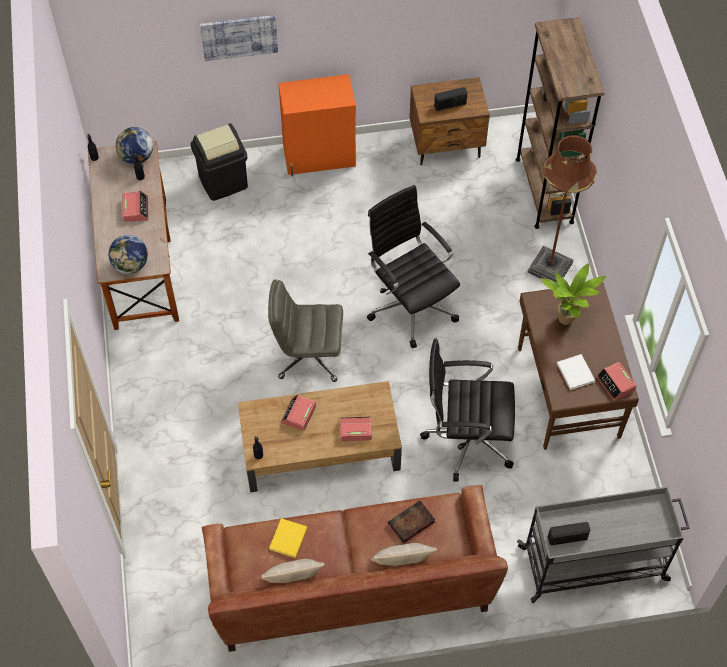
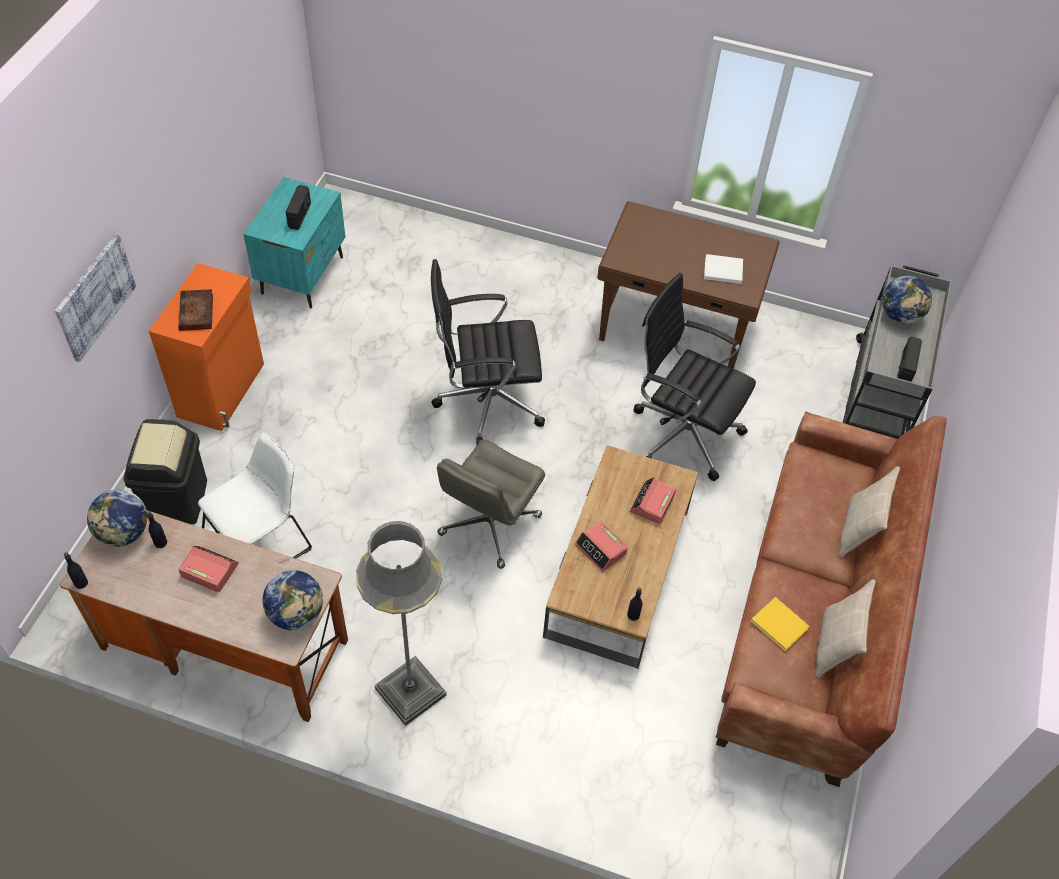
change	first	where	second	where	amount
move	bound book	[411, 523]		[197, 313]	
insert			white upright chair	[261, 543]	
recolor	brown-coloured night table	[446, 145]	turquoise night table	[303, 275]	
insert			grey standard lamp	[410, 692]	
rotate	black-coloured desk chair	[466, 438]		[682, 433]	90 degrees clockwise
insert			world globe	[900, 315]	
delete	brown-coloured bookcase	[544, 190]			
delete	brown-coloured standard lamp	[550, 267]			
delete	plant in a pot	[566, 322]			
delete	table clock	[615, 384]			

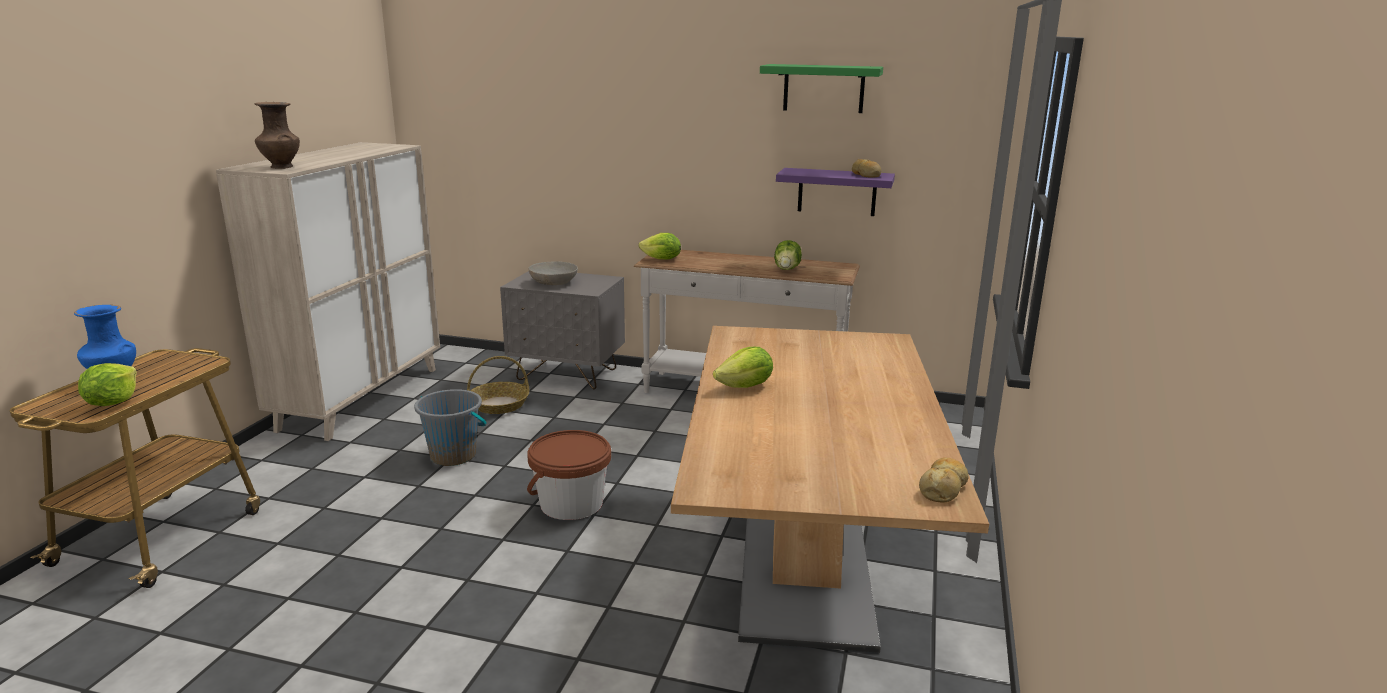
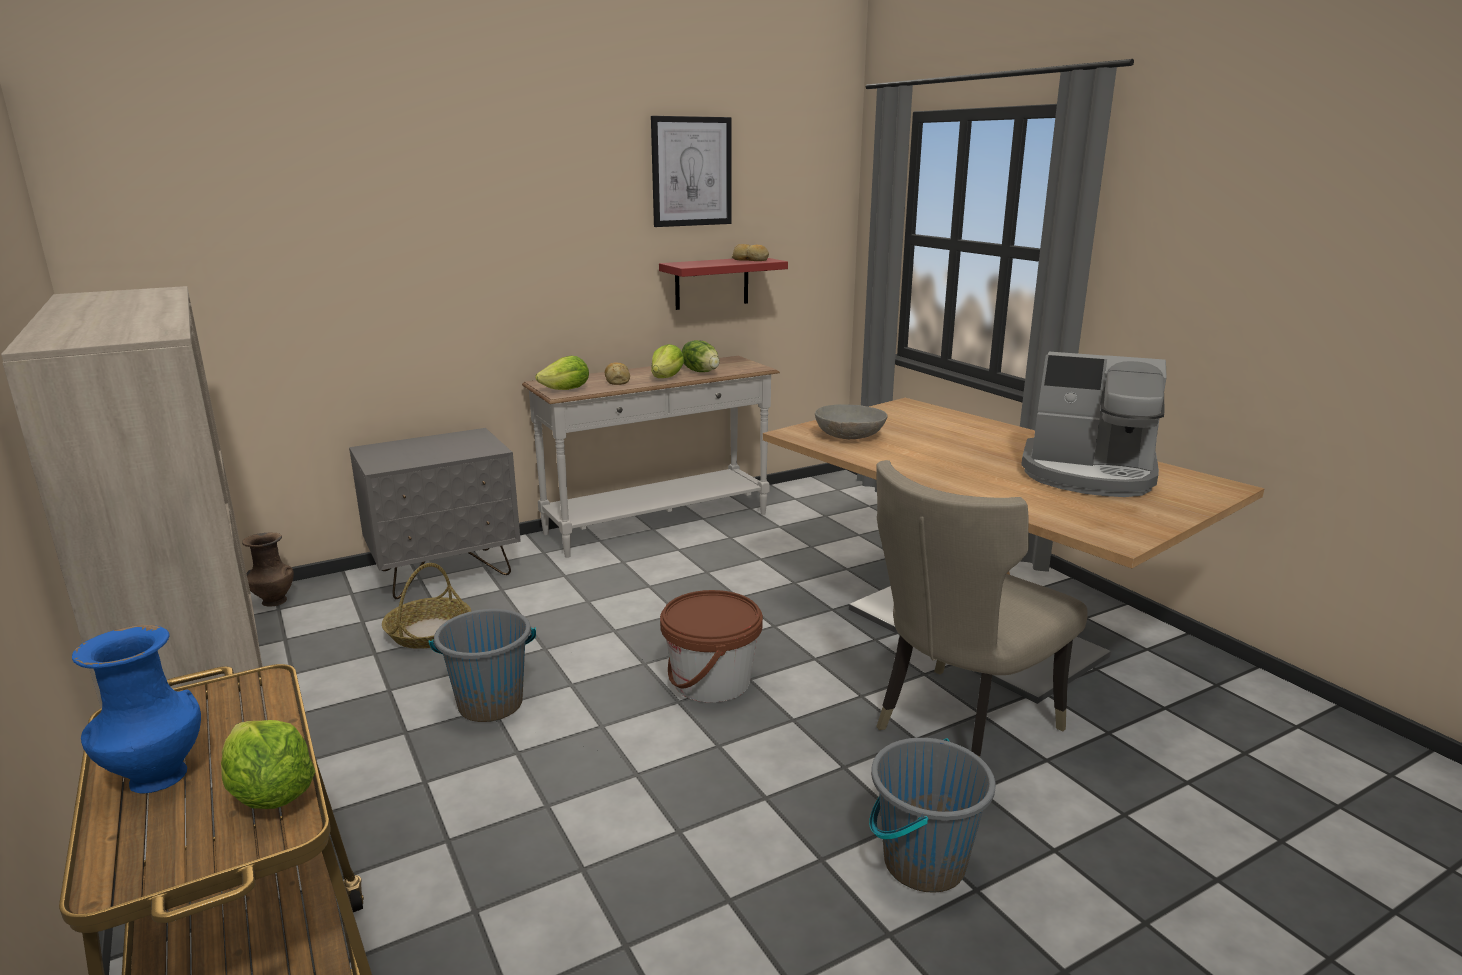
change	first	where	second	where	amount
move	brown-coloured flower vase	[281, 167]		[273, 601]	
move	baked bread	[943, 488]		[617, 380]	
replace	greenish wall shelf	[823, 88]	wall picture	[691, 171]	
move	head of lettuce	[745, 387]		[667, 377]	
recolor	purple wall shelf	[837, 192]	reddish wall shelf	[712, 283]	
move	grey serving bowl	[554, 283]		[850, 435]	
insert			grey bucket	[923, 863]	
insert			beige-coloured upright chair	[958, 727]	
insert			coffee maker	[1089, 474]	

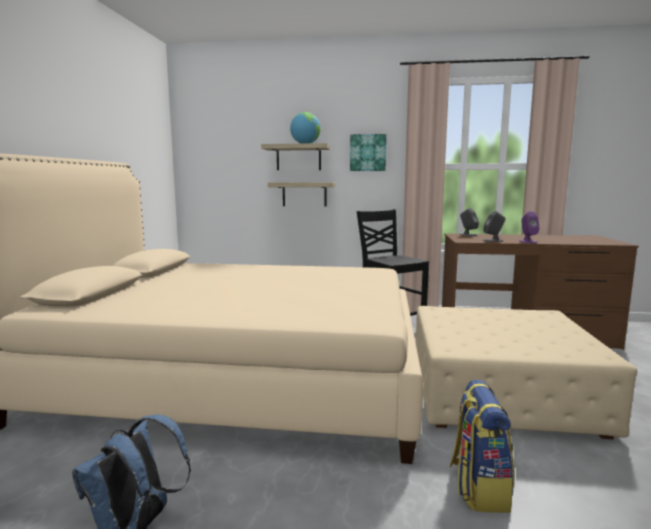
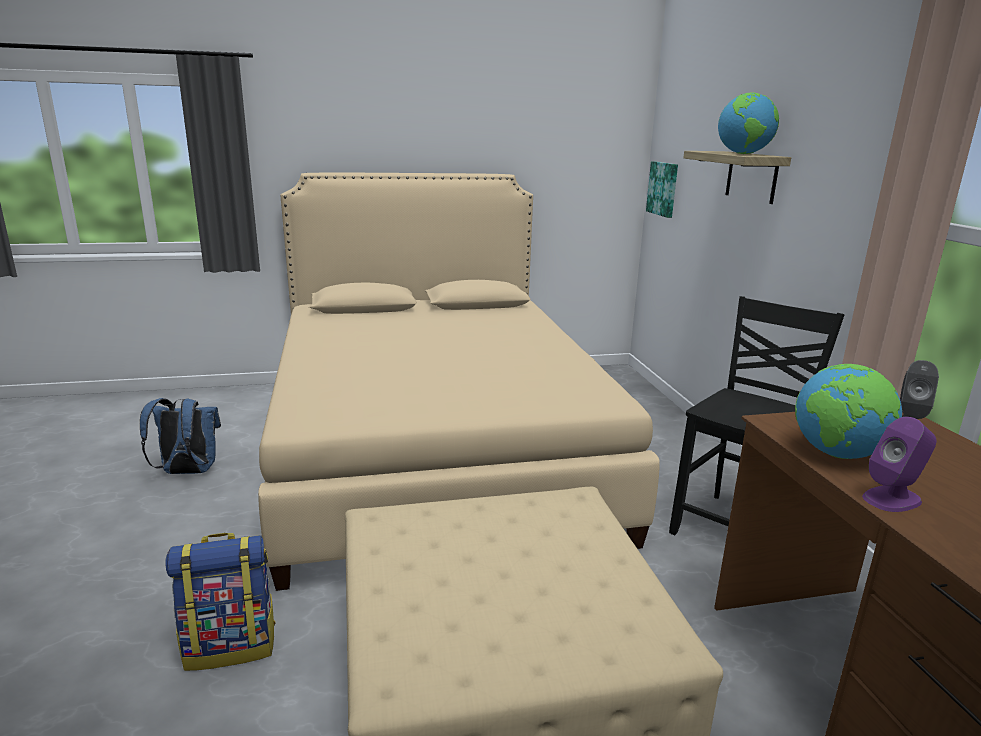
change	first	where	second	where	amount
move	wall picture	[368, 152]		[663, 188]	
replace	grey loudspeaker	[493, 240]	world globe	[837, 454]	
delete	wall shelf	[304, 194]			

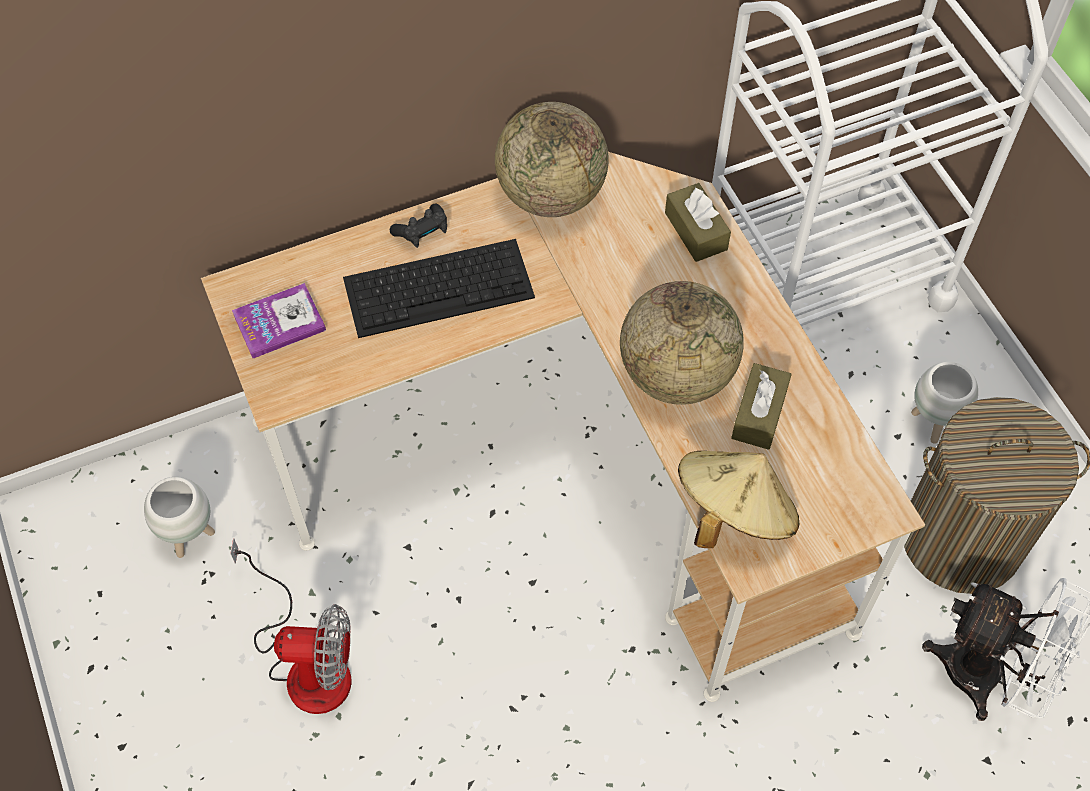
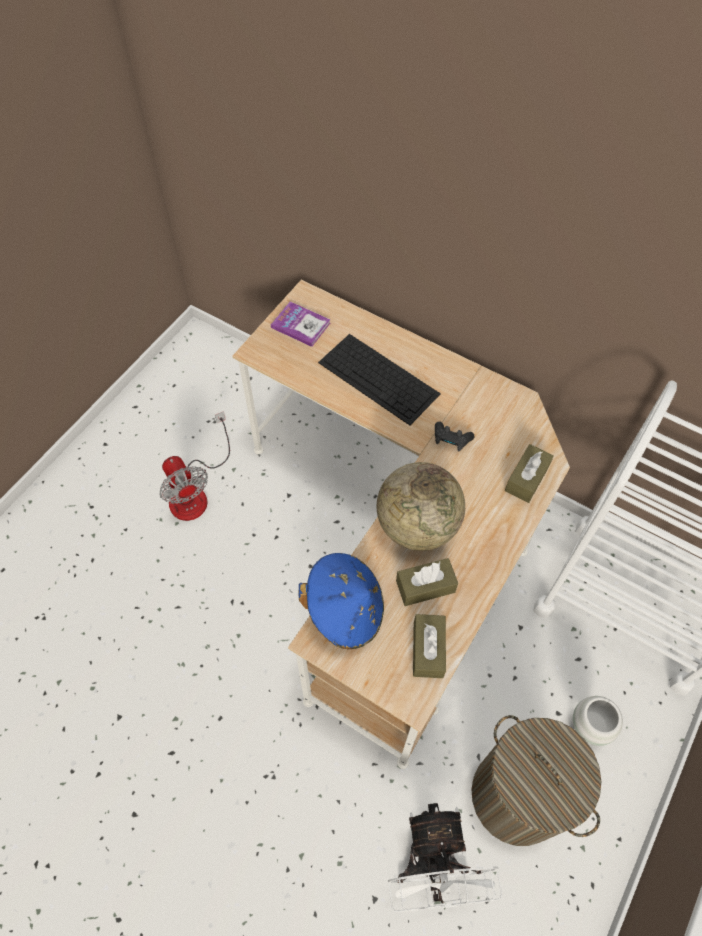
change	first	where	second	where	amount
recolor	beige-coloured clothing hat	[732, 513]	bluish clothing hat	[345, 610]	
insert			brown-coloured tissue box	[428, 649]	
move	black-coloured game controller	[422, 232]		[451, 440]	
delete	white planter	[190, 537]			
delete	world globe	[551, 195]			

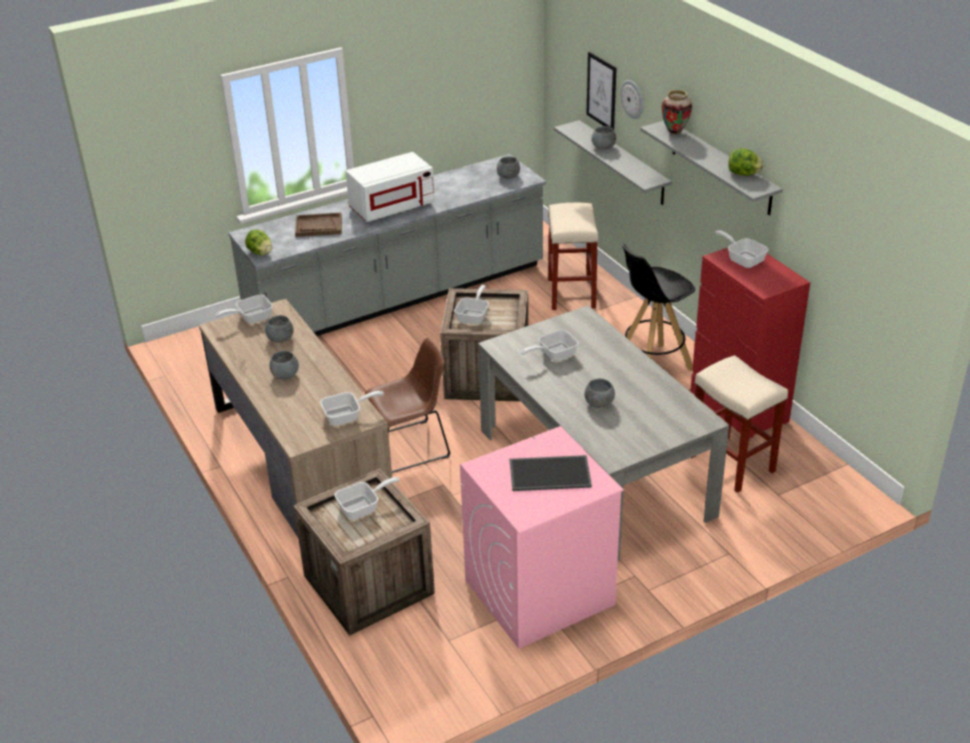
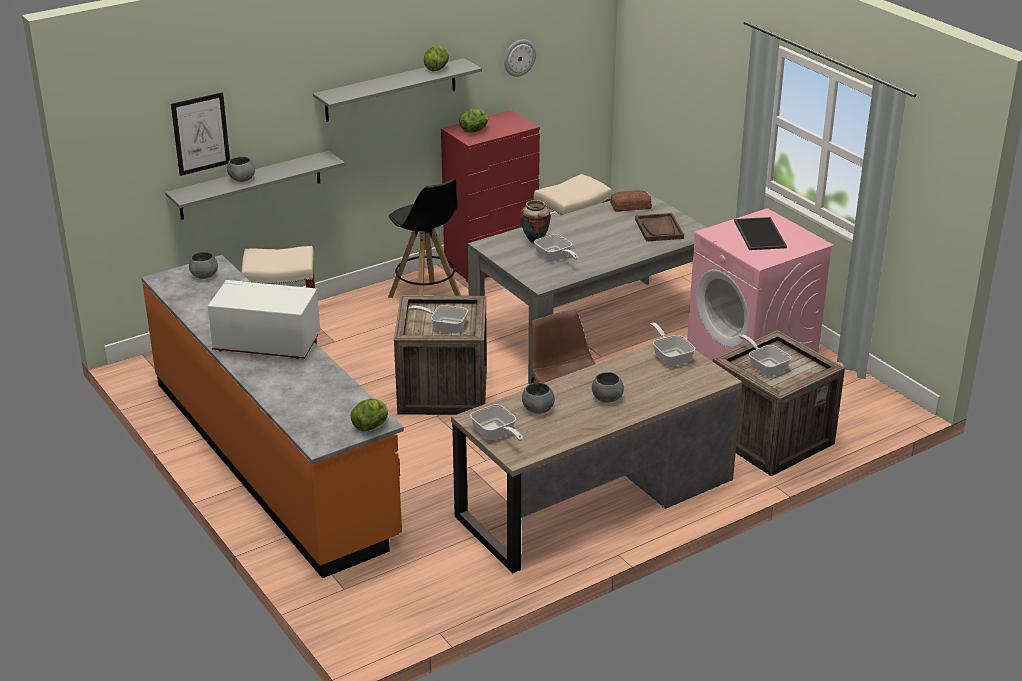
change	first	where	second	where	amount
recolor	grey kitchen counter	[398, 297]	orange-coloured kitchen counter	[273, 458]	
rotate	white microwave	[392, 207]		[266, 344]	45 degrees counterclockwise
replace	frying pan	[743, 259]	head of lettuce	[474, 131]	
move	hanging clock	[633, 99]		[519, 57]	
move	flower vase	[674, 132]		[535, 241]	
insert			baked bread	[630, 206]	
move	brown-coloured carrying tray	[318, 226]		[659, 229]	
delete	grey serving bowl	[599, 403]			

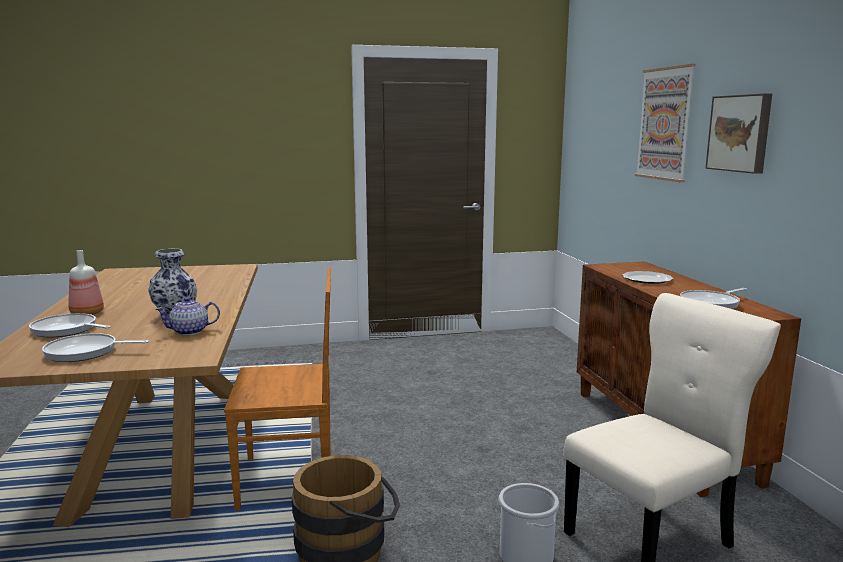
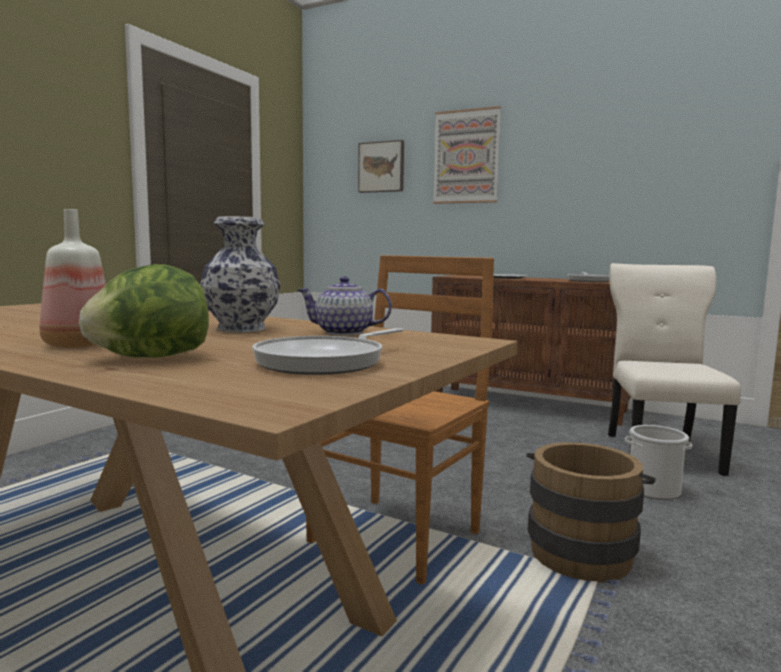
change	first	where	second	where	amount
replace	frying pan	[67, 330]	head of lettuce	[151, 357]	
rotate	tea pot	[190, 331]		[344, 332]	75 degrees clockwise
move	wall picture	[740, 133]		[382, 167]	

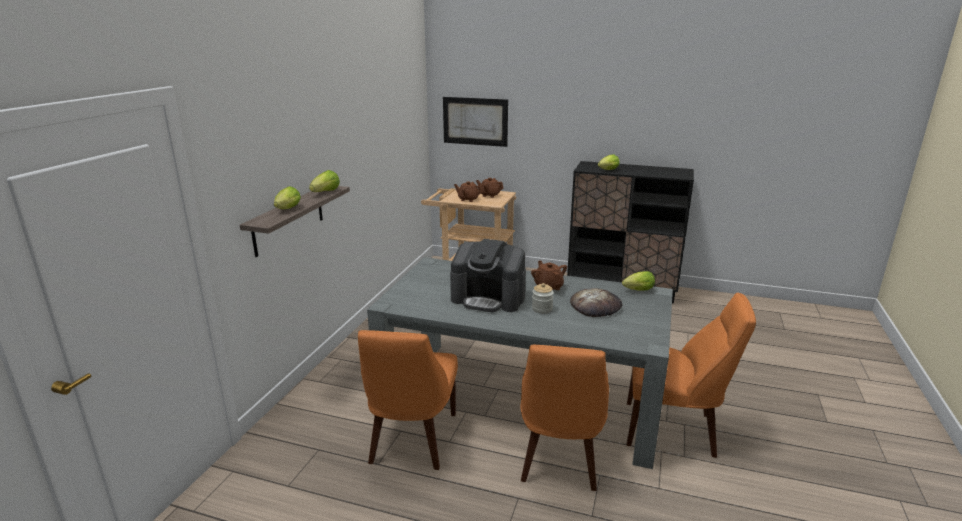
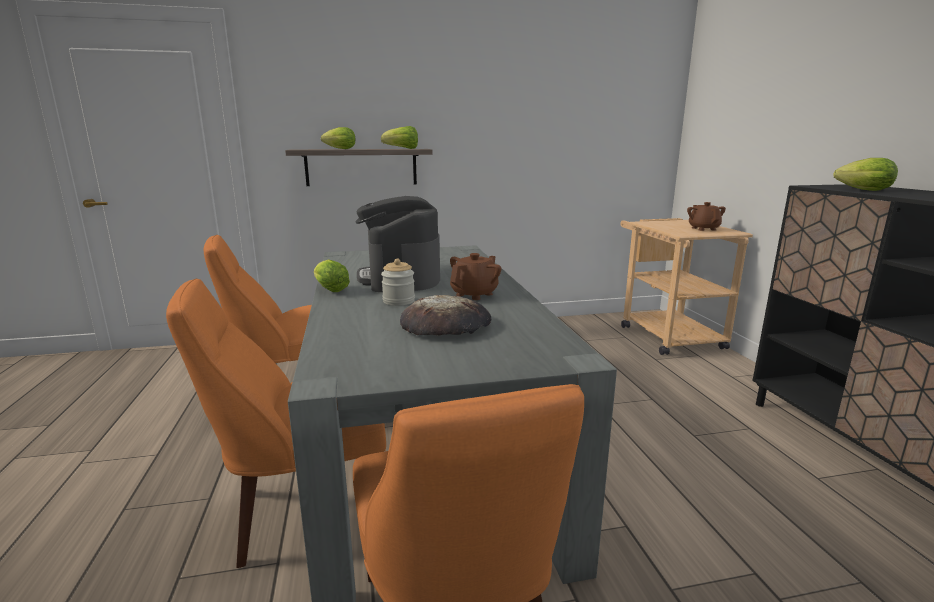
change	first	where	second	where	amount
move	head of lettuce	[637, 290]		[329, 289]	
delete	wall picture	[475, 121]			
delete	brown-coloured tea pot	[468, 199]			

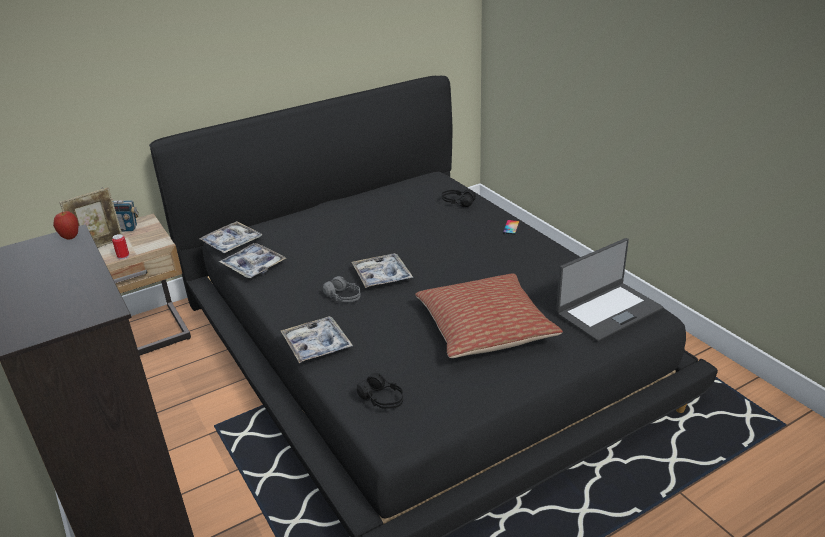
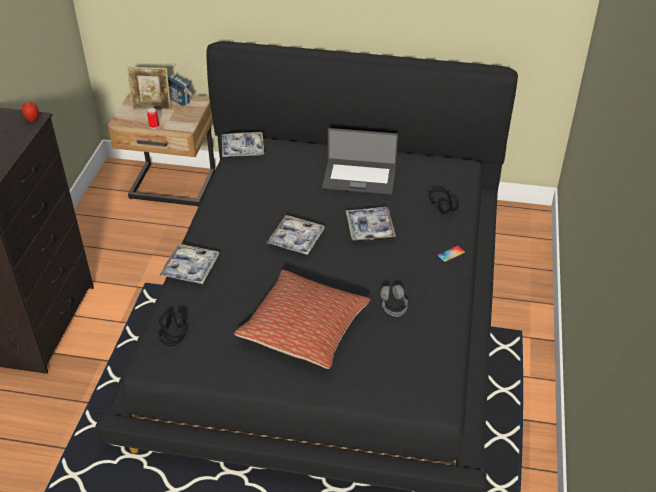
change	first	where	second	where	amount
move	laptop	[608, 311]		[359, 178]	
move	carrying tray	[253, 266]		[370, 228]	
move	grey headphones	[343, 297]		[393, 306]	

